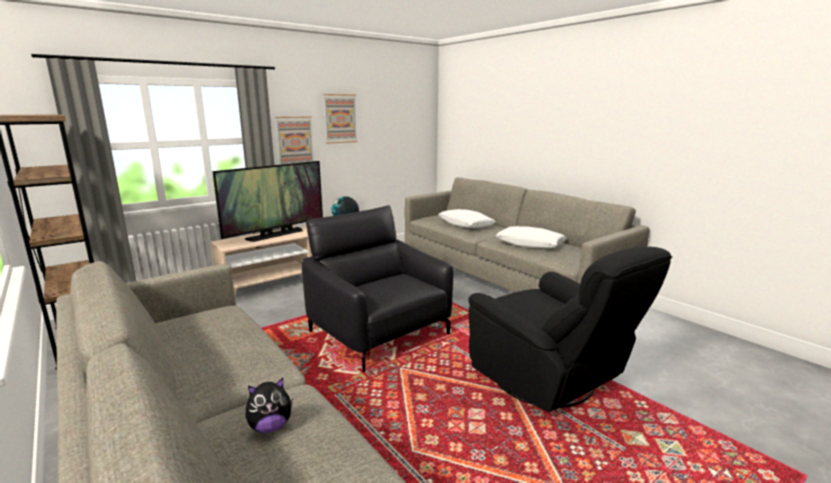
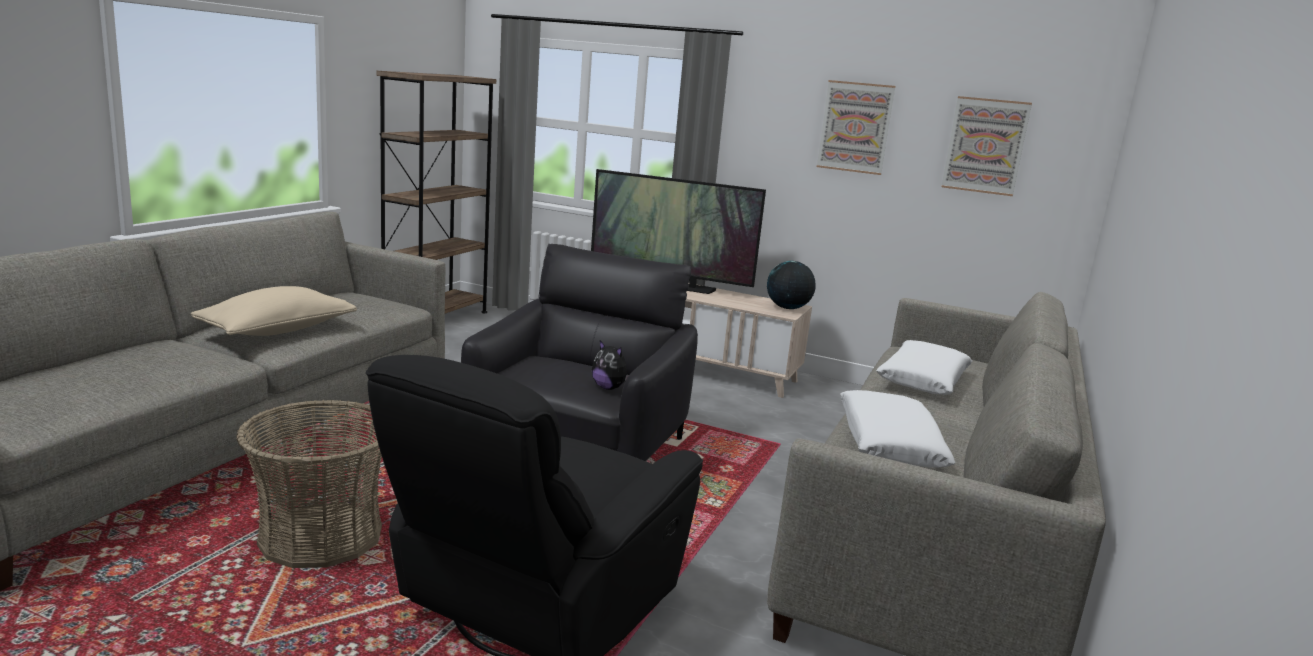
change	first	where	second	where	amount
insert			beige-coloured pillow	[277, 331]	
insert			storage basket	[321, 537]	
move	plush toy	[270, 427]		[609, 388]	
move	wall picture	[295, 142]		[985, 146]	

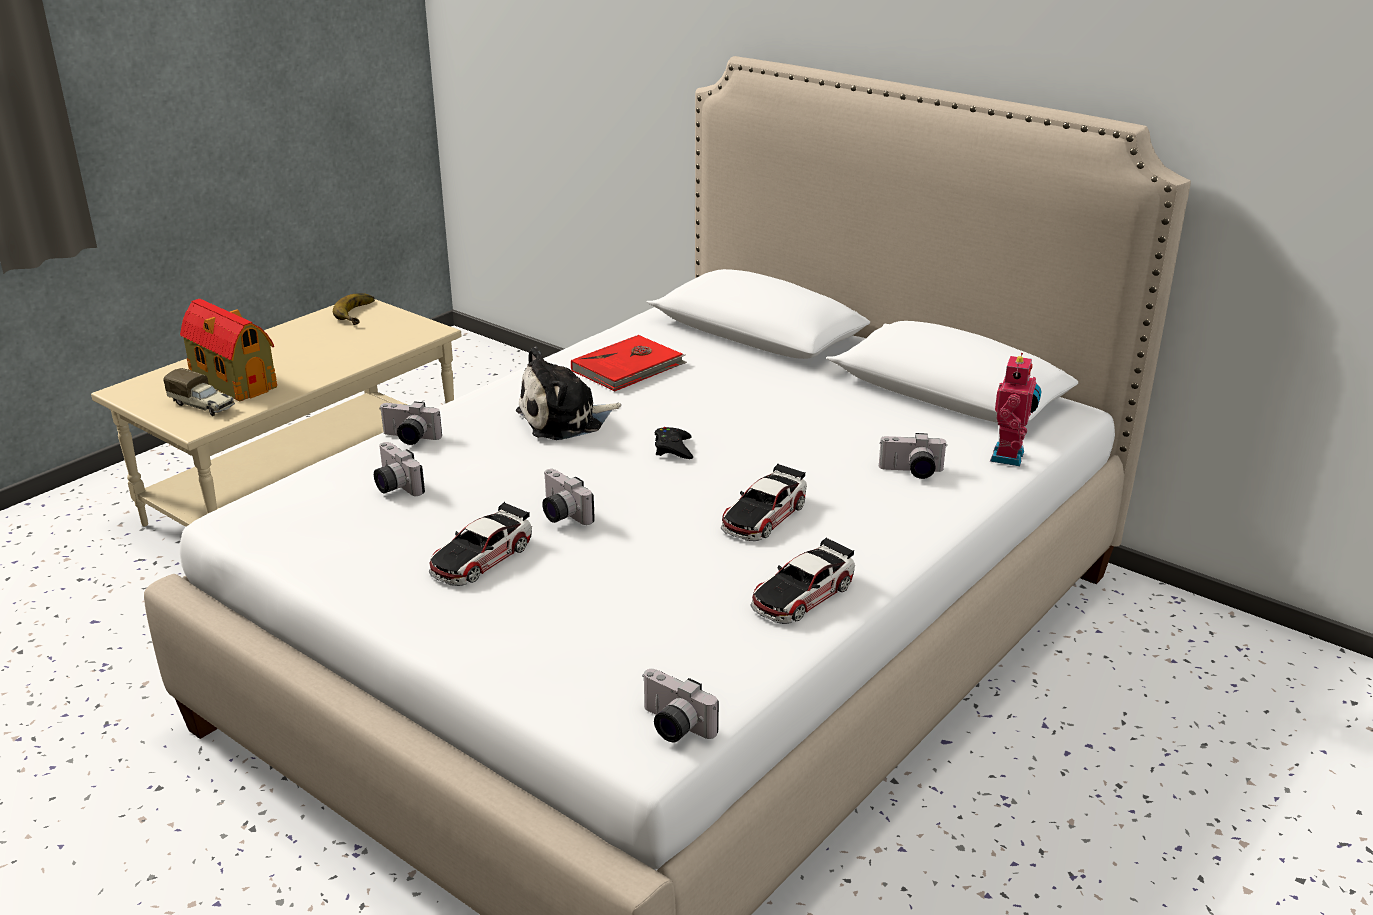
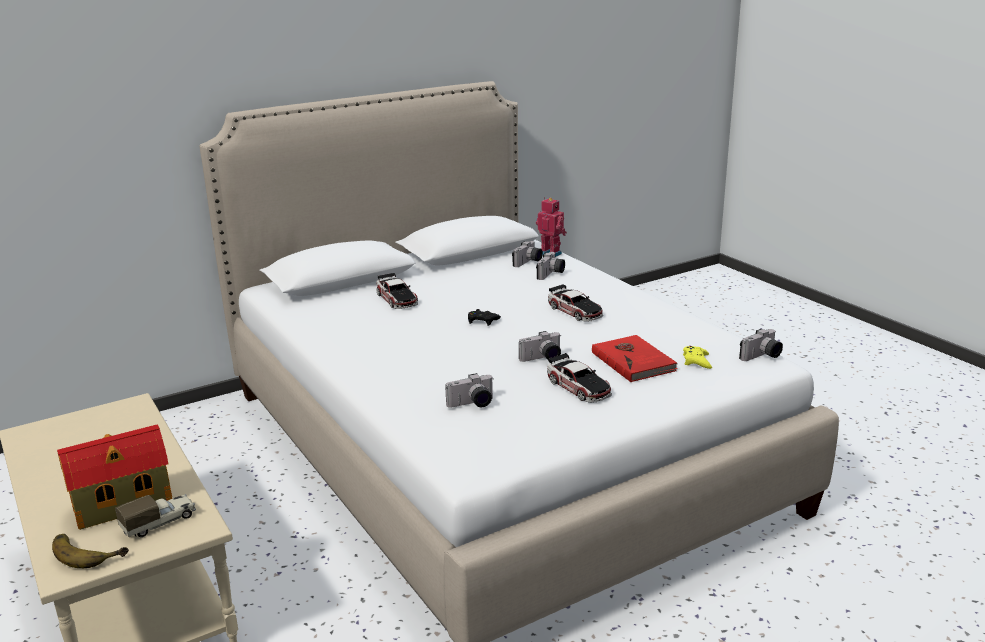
change	first	where	second	where	amount
move	banana fruit	[361, 313]		[89, 551]	
move	model car	[802, 594]		[397, 299]	
move	still camera	[409, 439]		[528, 262]	
move	reddish bound book	[629, 368]		[634, 361]	
insert			yellow game controller	[696, 361]	
delete	plush toy	[565, 420]			

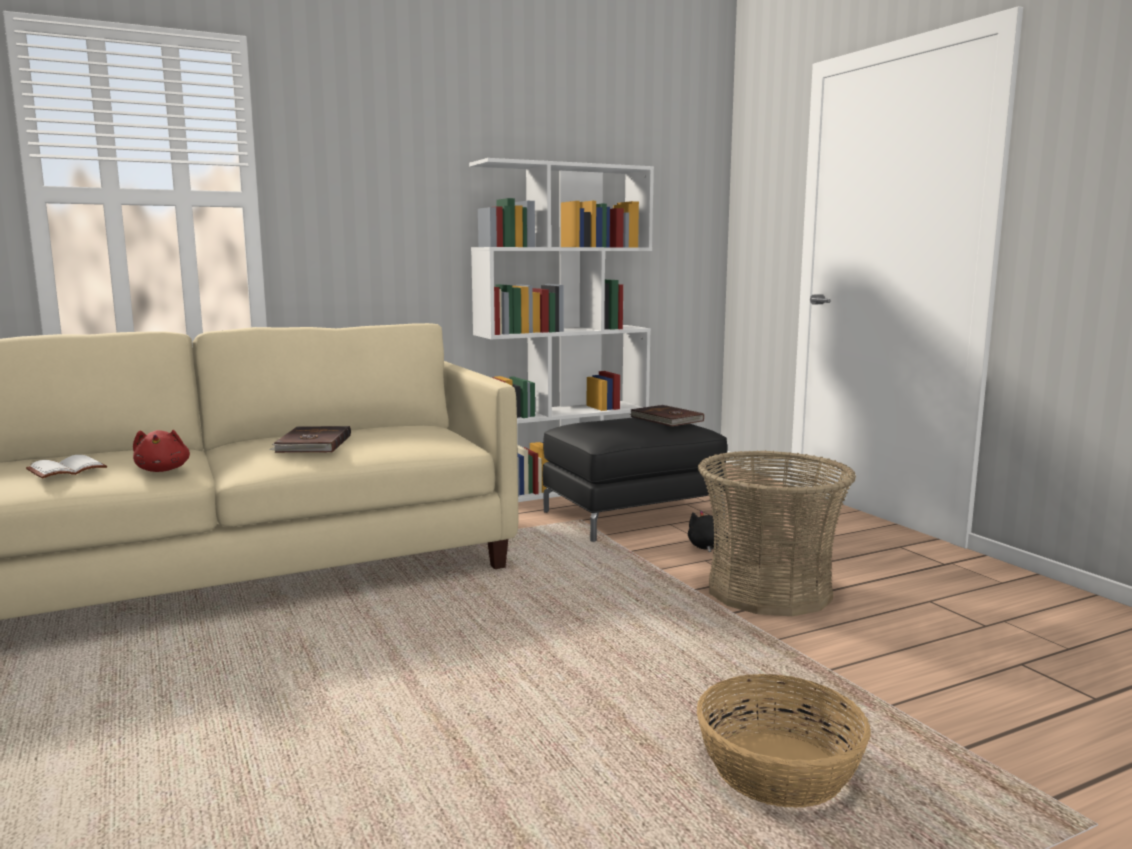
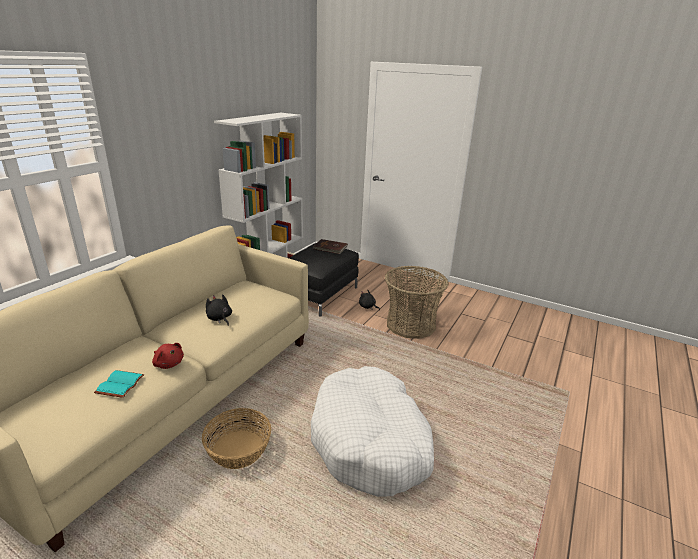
change	first	where	second	where	amount
recolor	white bound book	[67, 469]	turquoise bound book	[119, 384]	
move	storage basket	[779, 770]		[239, 449]	
replace	brown-coloured bound book	[312, 444]	black-coloured plush toy	[219, 318]	
insert			white pet bed	[370, 441]	

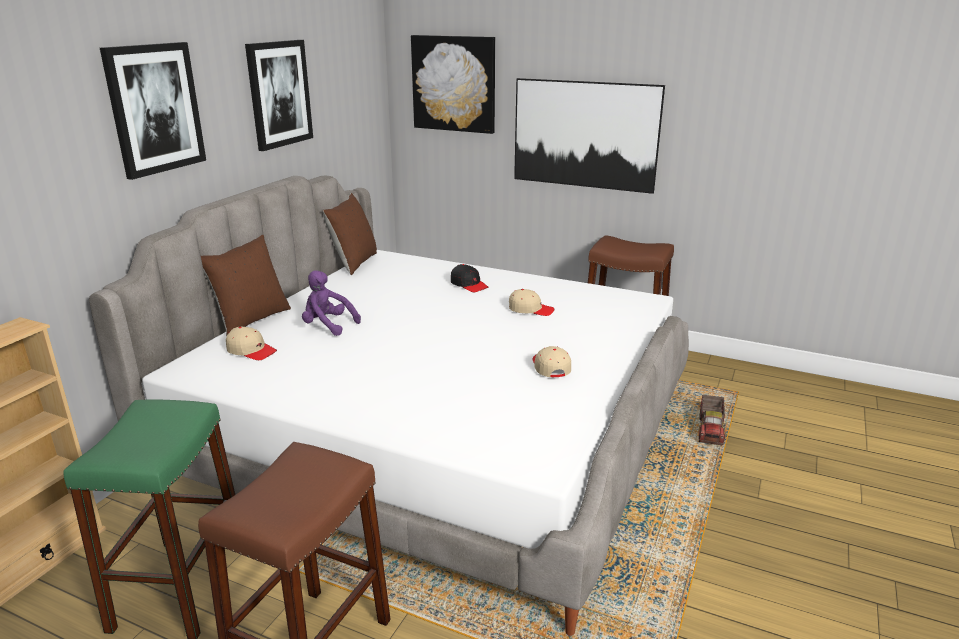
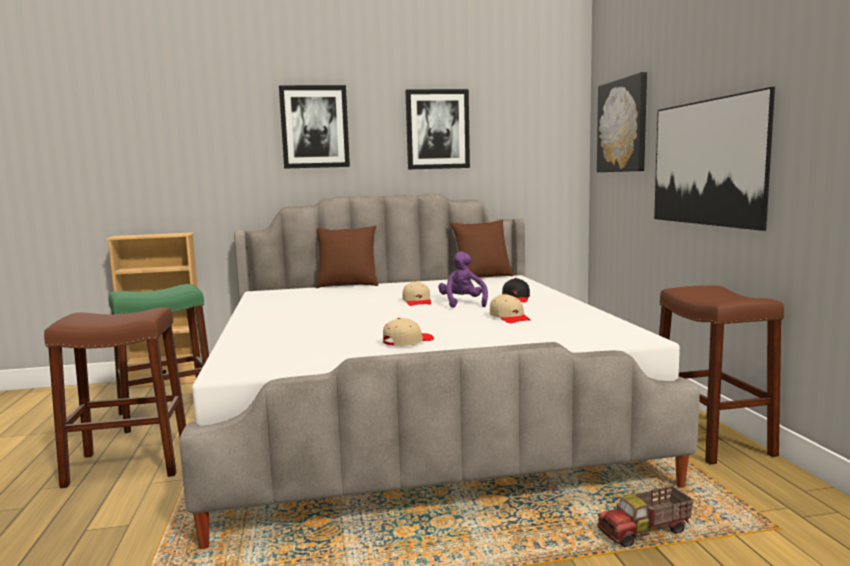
change	first	where	second	where	amount
move	beige-coloured baseball cap	[251, 350]		[417, 301]	
move	purple plush toy	[328, 326]		[462, 303]	

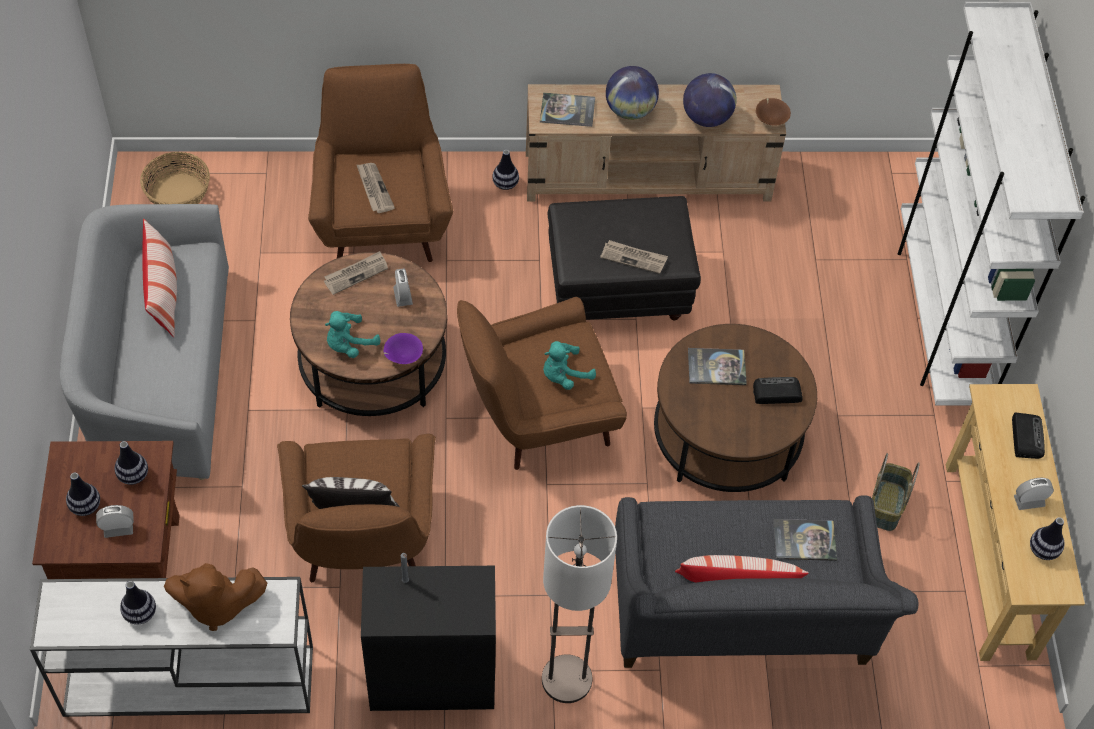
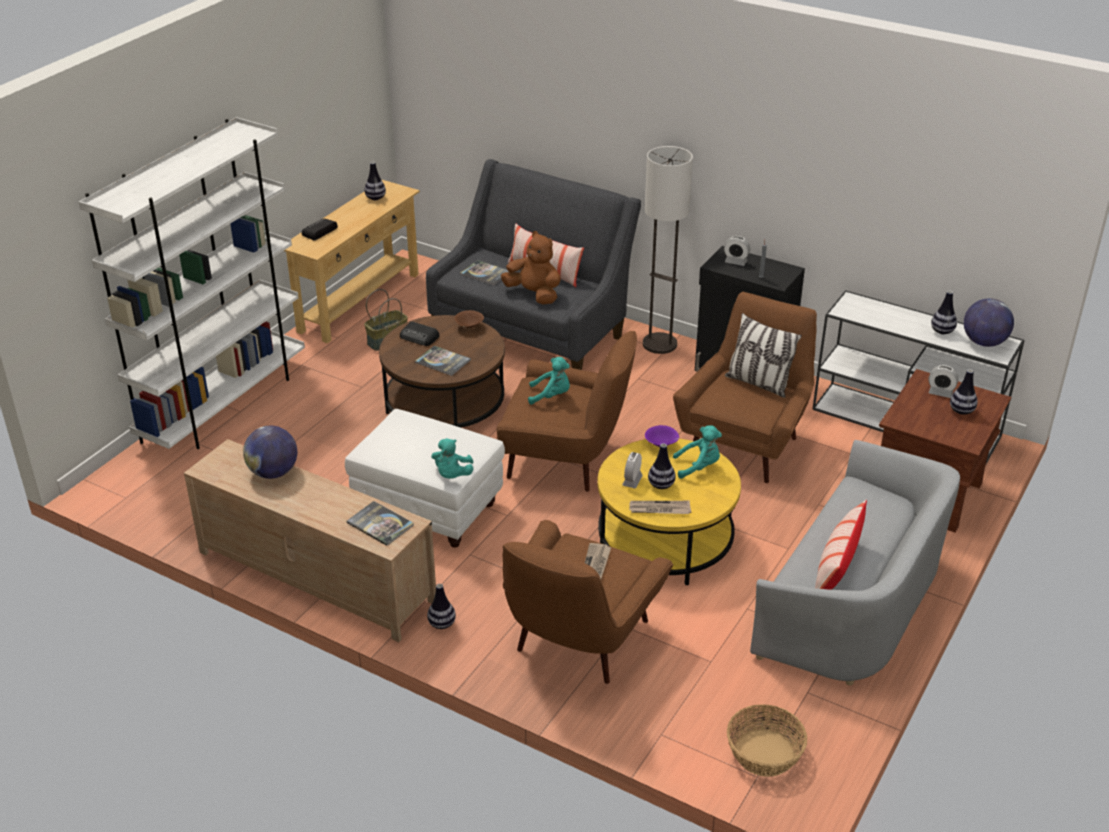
change	first	where	second	where	amount
recolor	black-coloured ottoman	[617, 290]	white ottoman	[429, 509]	
insert			turquoise plush toy	[452, 475]	
move	brown-coloured serving bowl	[771, 119]		[469, 327]	
move	brown-coloured plush toy	[216, 605]		[534, 294]	
recolor	brown-coloured lounge table	[372, 362]	yellow lounge table	[665, 540]	
move	flower vase	[133, 475]		[661, 485]	
move	table clock	[1029, 501]		[736, 262]	
move	world globe	[630, 110]		[984, 342]	
delete	printed paper	[634, 258]			

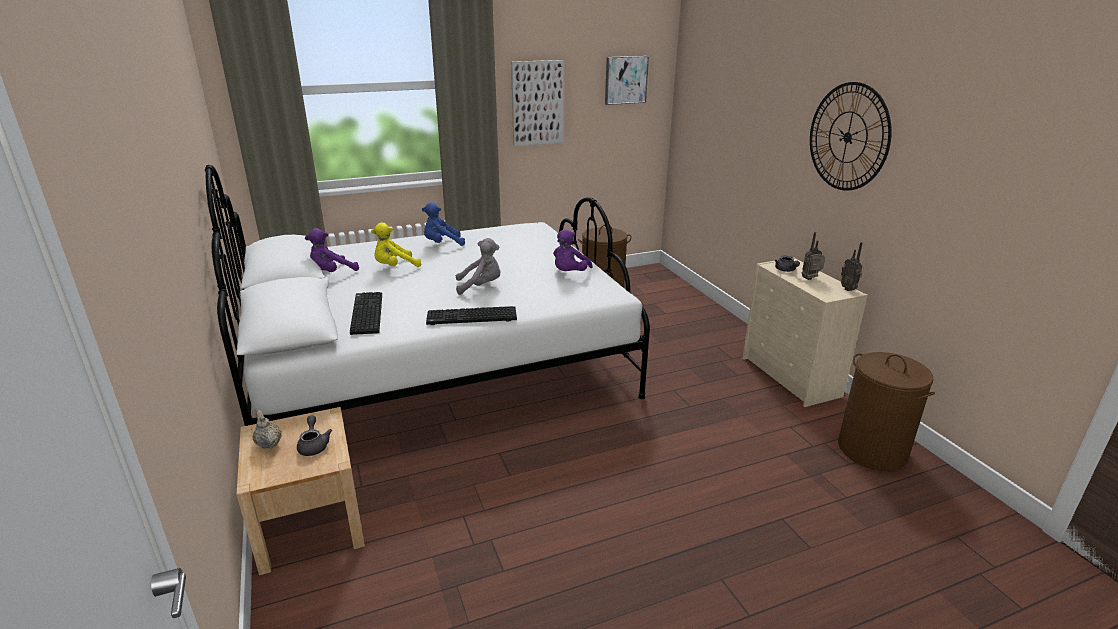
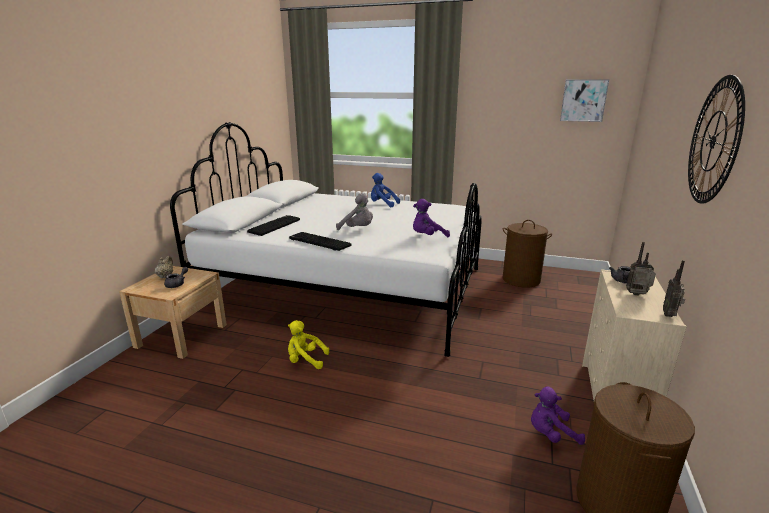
change	first	where	second	where	amount
move	yellow plush toy	[395, 267]		[305, 360]	
move	purple plush toy	[331, 273]		[551, 434]	
delete	wall picture	[537, 103]			

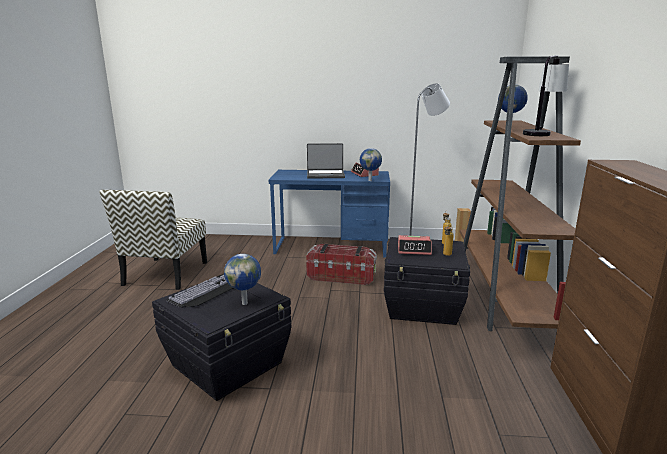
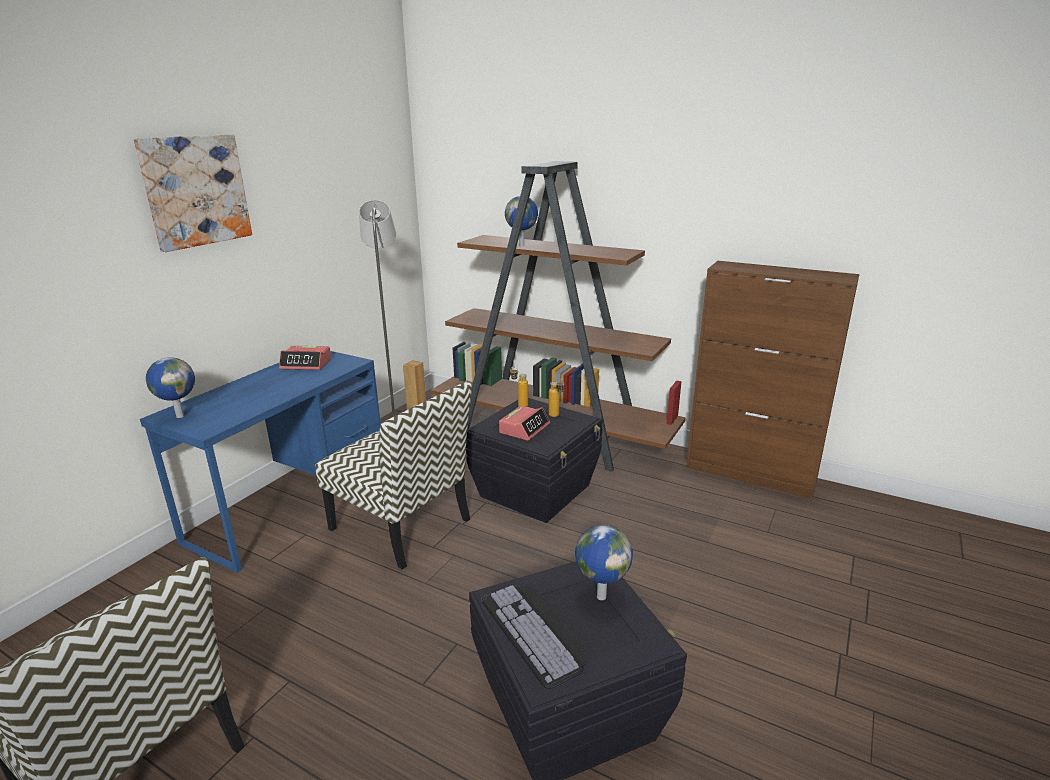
change	first	where	second	where	amount
insert			wall picture	[195, 191]	
move	world globe	[370, 180]		[180, 416]	
replace	storage container	[341, 276]	upright chair	[402, 525]	
delete	laptop	[325, 175]			
delete	tabletop lamp	[540, 133]			

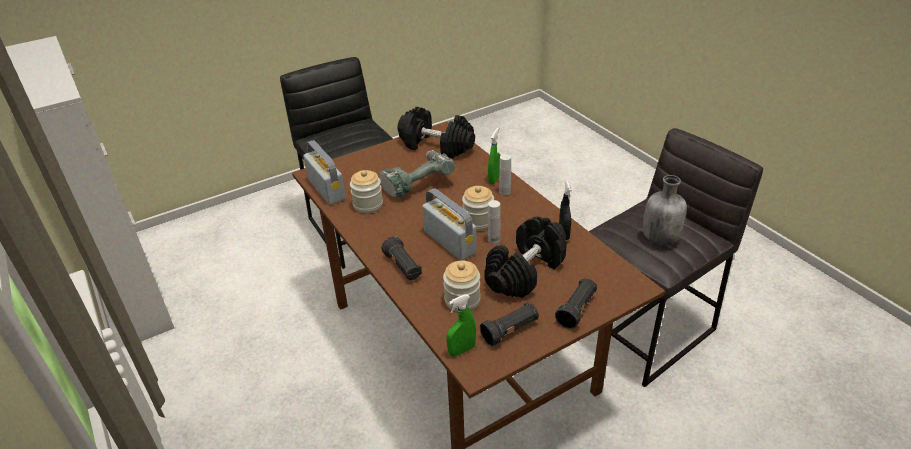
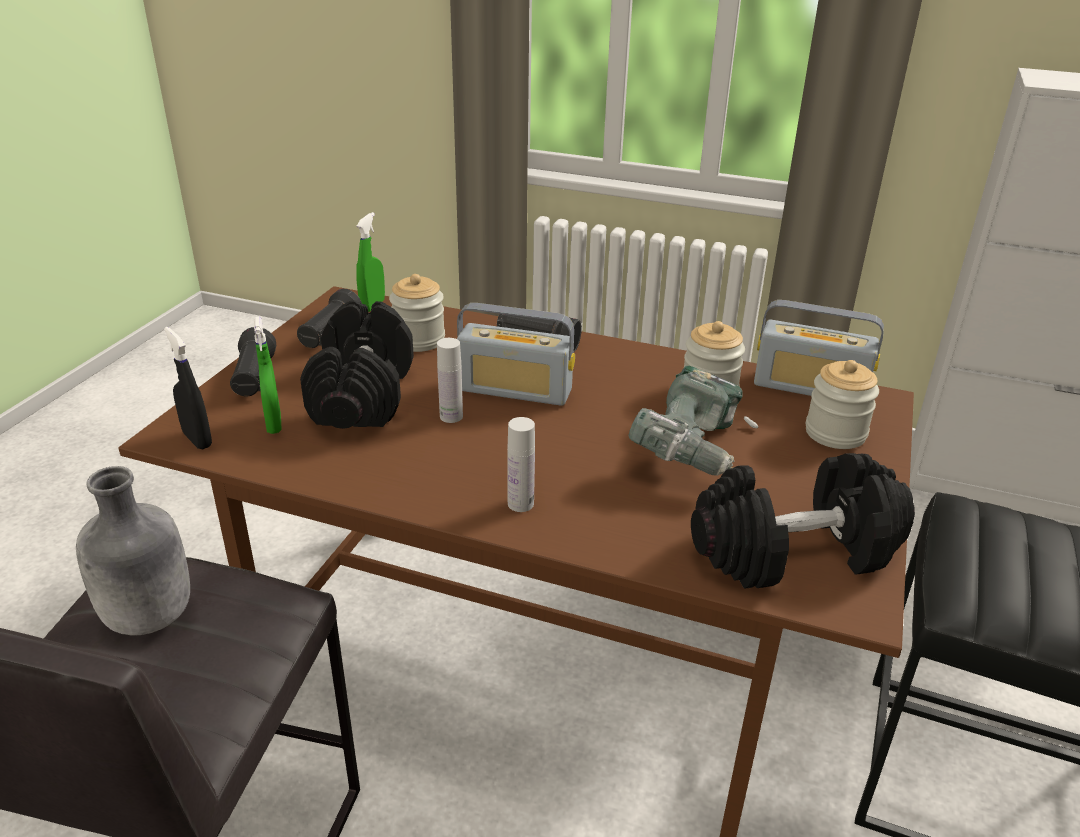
change	first	where	second	where	amount
move	black-coloured hand sprayer	[564, 234]		[197, 439]	
move	greenish hand sprayer	[494, 179]		[274, 424]	
move	preserve jar	[478, 222]		[835, 433]	

